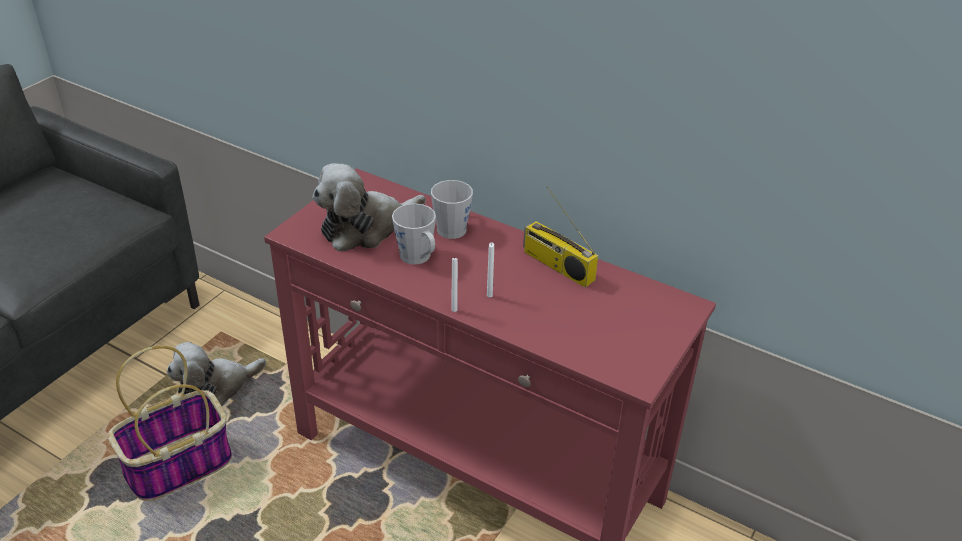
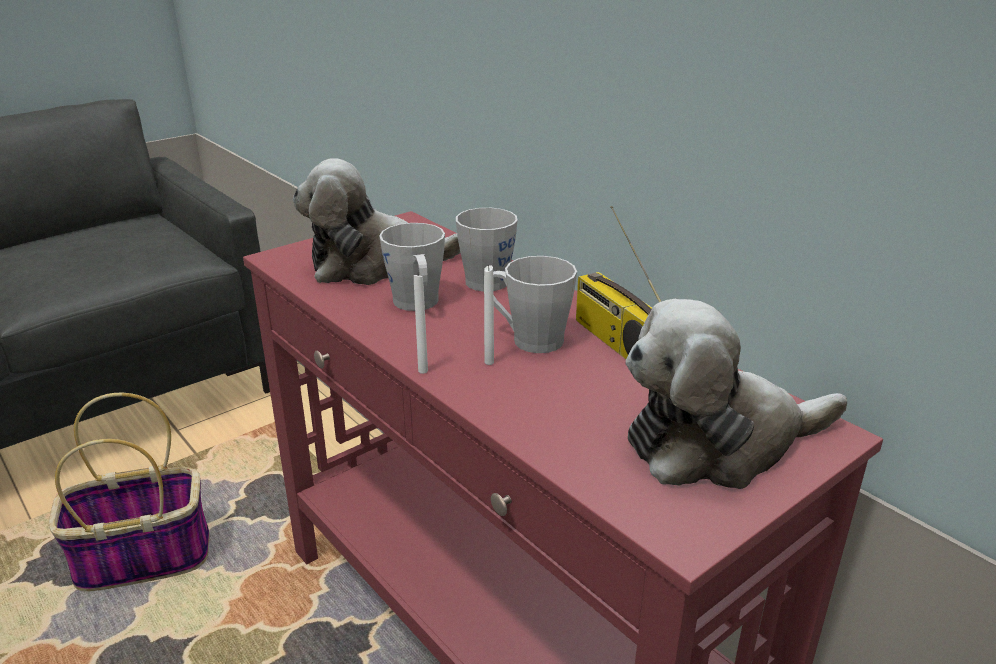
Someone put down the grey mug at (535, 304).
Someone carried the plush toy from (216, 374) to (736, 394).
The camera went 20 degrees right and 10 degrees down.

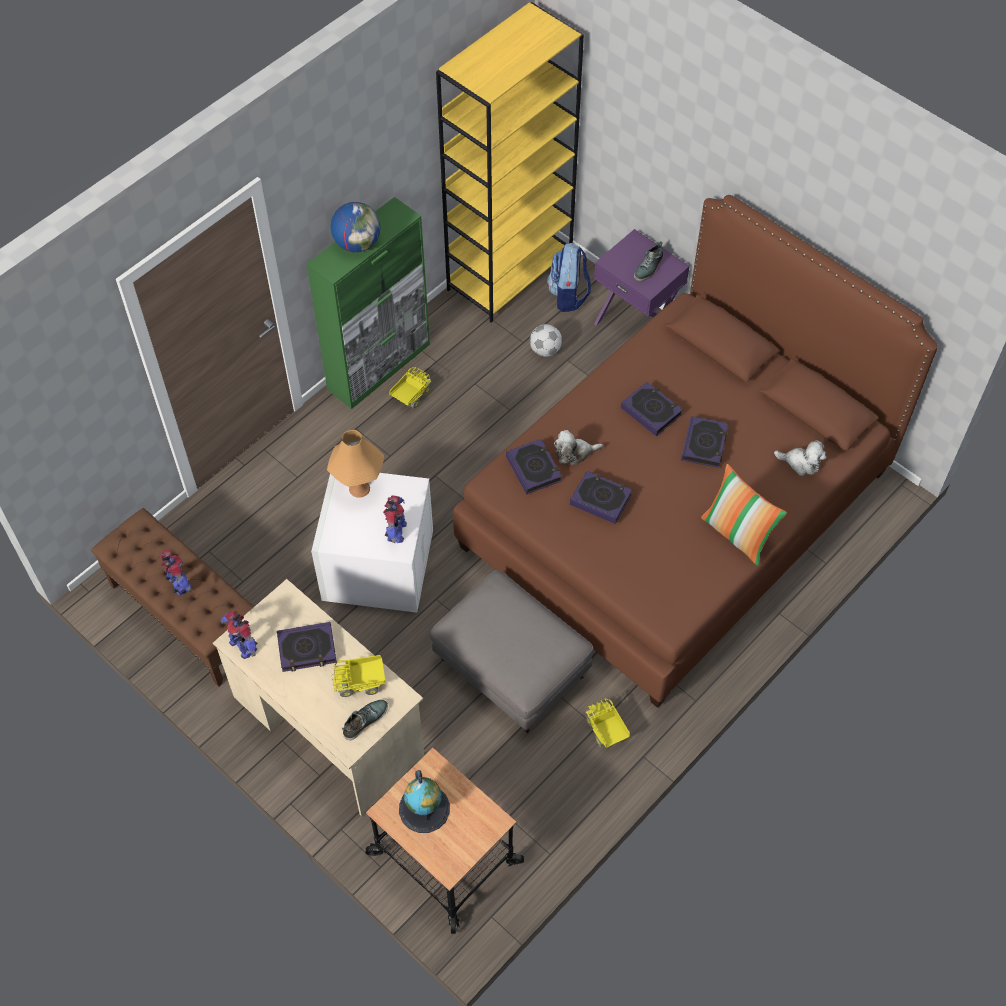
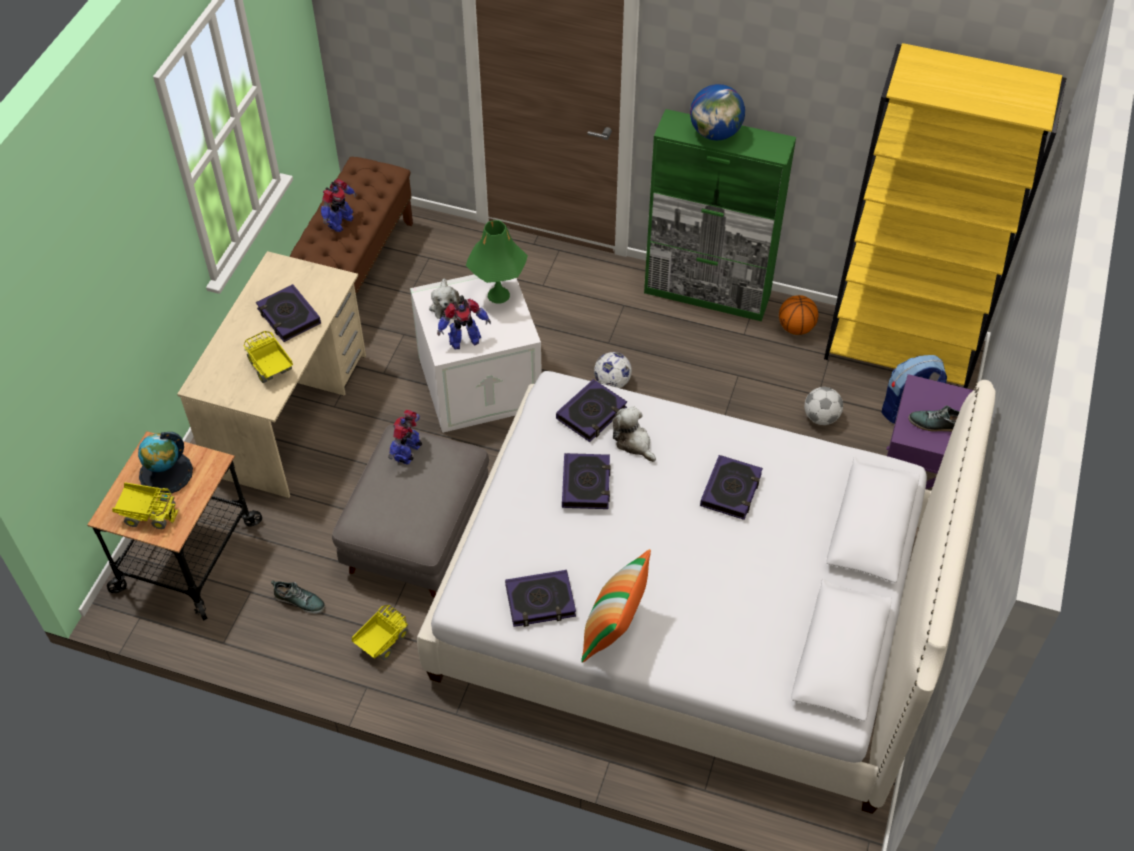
Someone carried the toy truck from (410, 388) to (145, 505).
Someone carried the shoe from (365, 720) to (298, 597).
Someone carried the toy robot from (239, 635) to (405, 437).
Someone repainted the brown bed at (695, 451), which became the white bed at (706, 592).
Someone carried the plush toy from (800, 458) to (446, 298).
Someone repainted the orange table lamp at (355, 464), which became the green table lamp at (497, 262).
Someone carried the book from (704, 442) to (540, 598).
Someone put down the football at (613, 370).
Someone put down the basketball at (799, 315).
The camera went 65 degrees right and 5 degrees down.

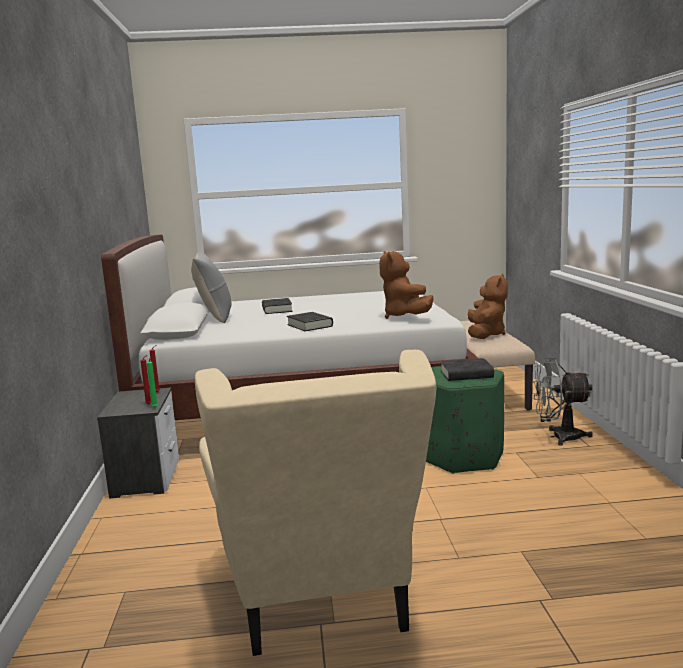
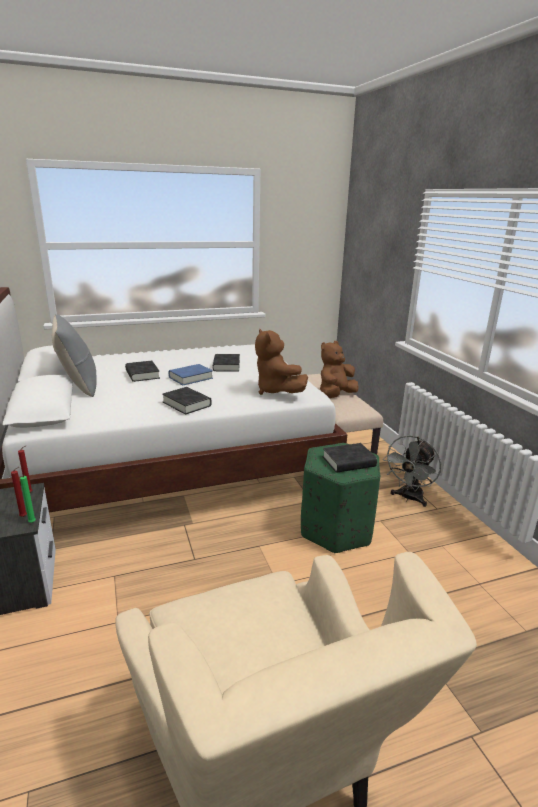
Someone put down the blue book at (191, 374).
Someone put down the black book at (226, 363).
Someone rotated the brown plush toy at (488, 306) by 135 degrees counterclockwise.
Someone rotated the grey fan at (563, 401) by 45 degrees counterclockwise.
The camera went 15 degrees left and 10 degrees up.

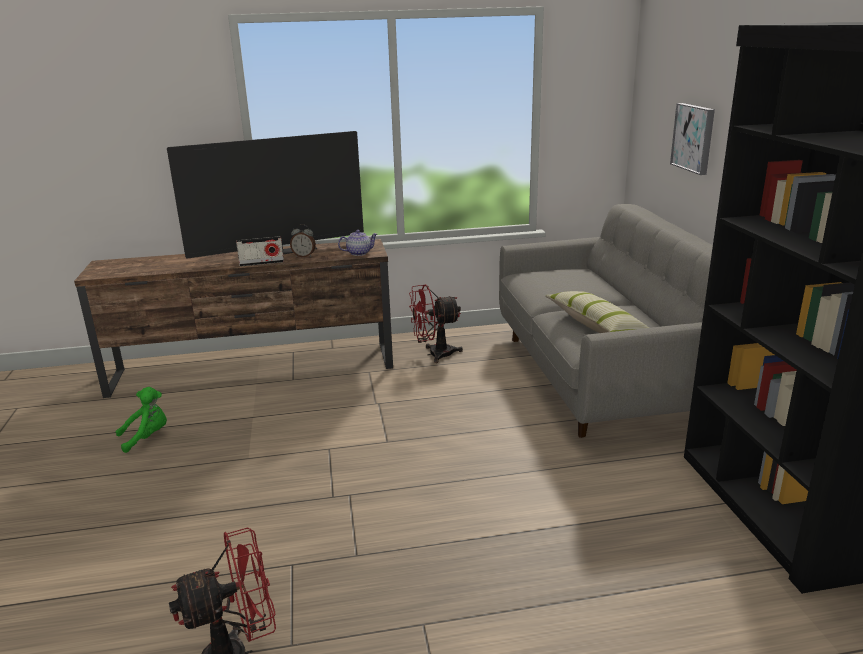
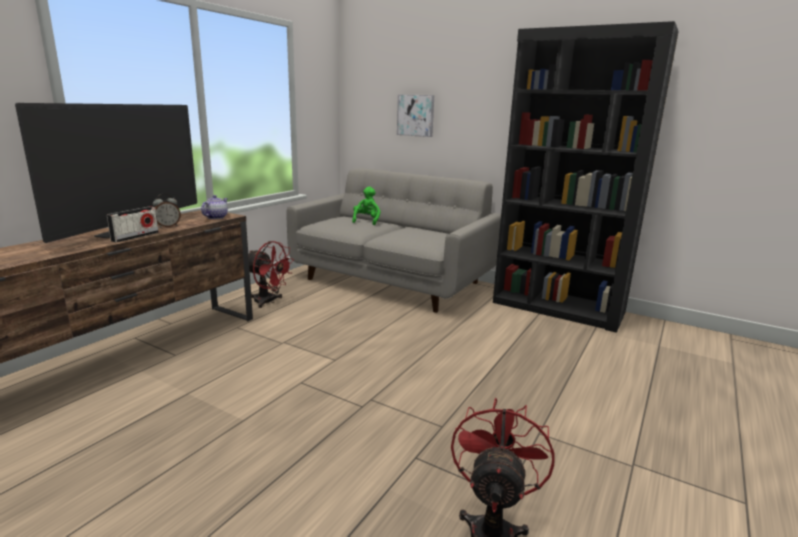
Someone rotated the red fan at (436, 323) by 90 degrees counterclockwise.
Someone carried the green plush toy from (141, 420) to (366, 206).
Someone took away the pillow at (597, 312).
The camera went 50 degrees left and 5 degrees down.

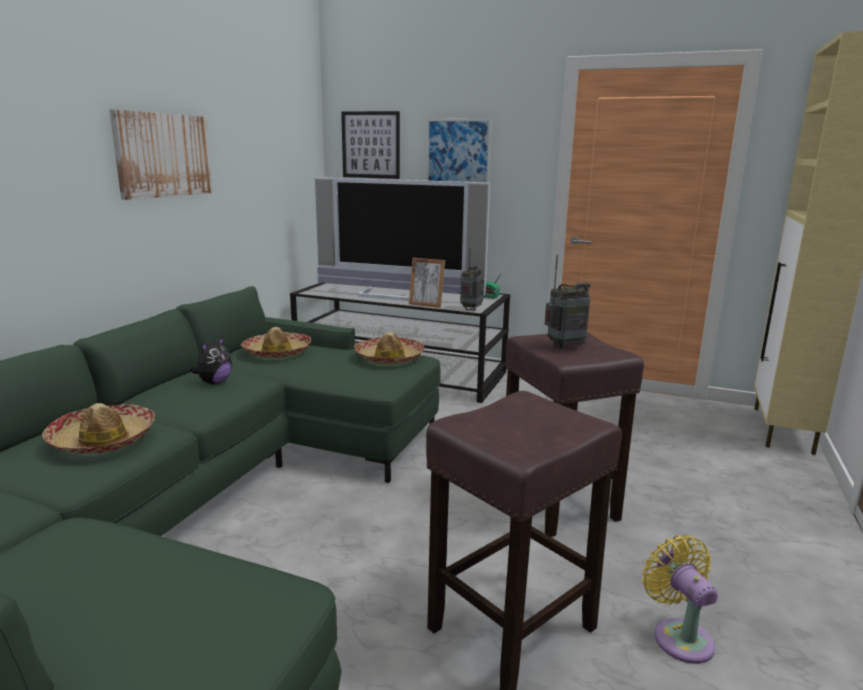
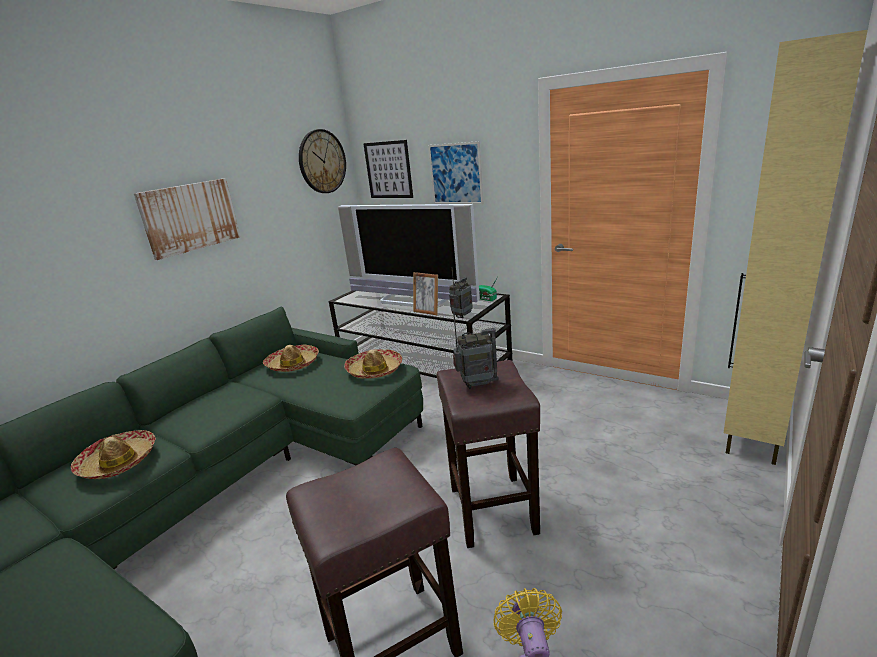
Someone put up the wall clock at (322, 161).
Someone took away the plush toy at (211, 360).
The camera went 15 degrees right and 5 degrees up.

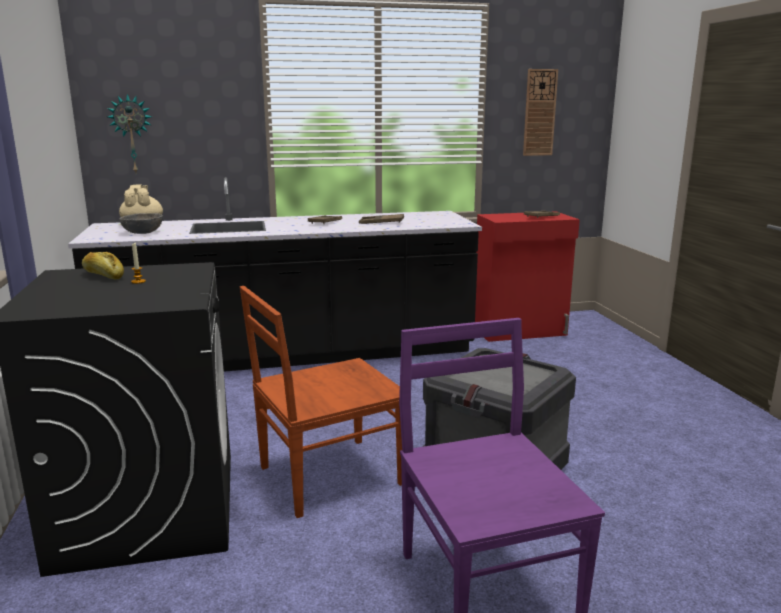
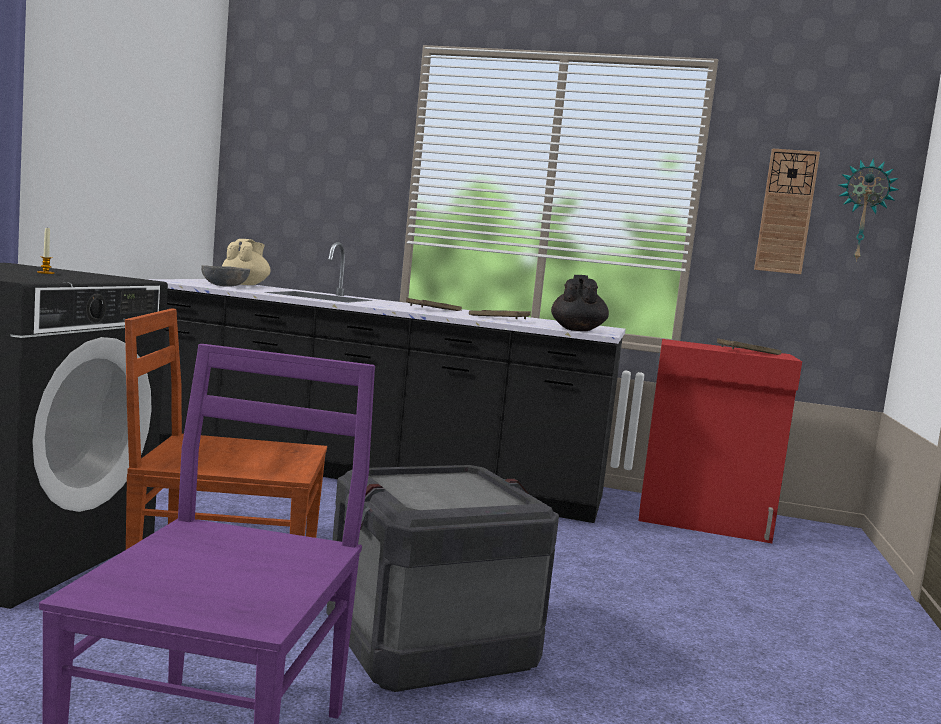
Someone put down the black teapot at (580, 303).
Someone carried the wall clock from (129, 133) to (869, 210).
Someone took away the bread at (103, 265).
The camera went 25 degrees right and 10 degrees down.

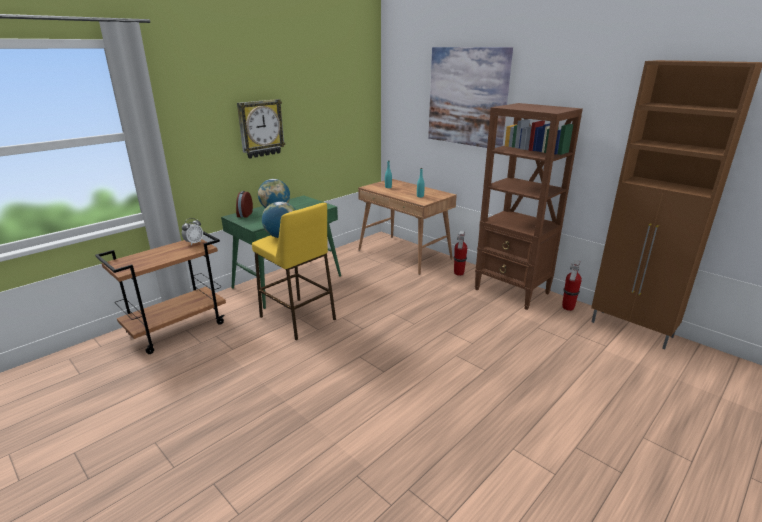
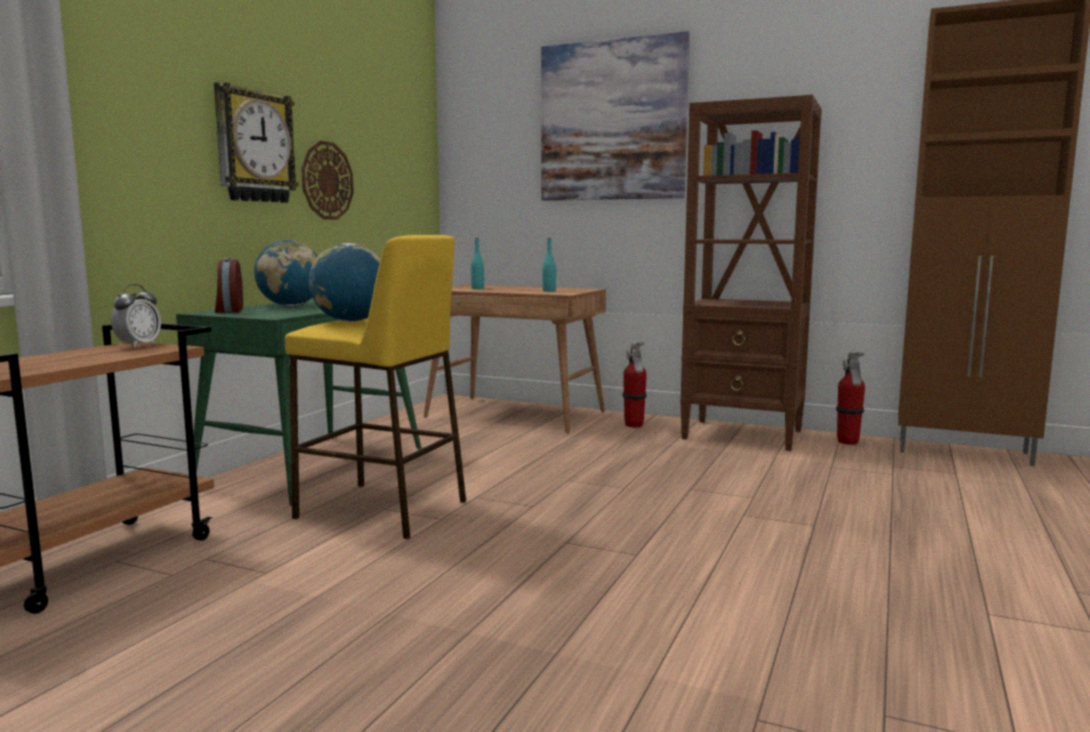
Someone put up the wall clock at (328, 180).
The camera went 20 degrees left and 15 degrees down.

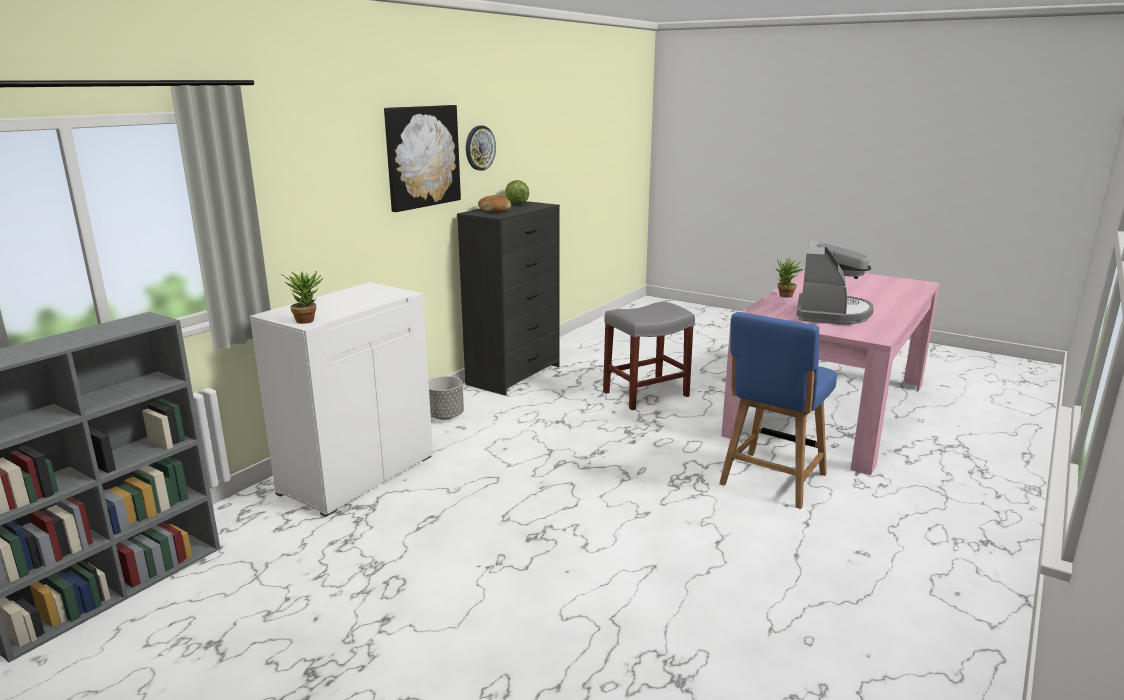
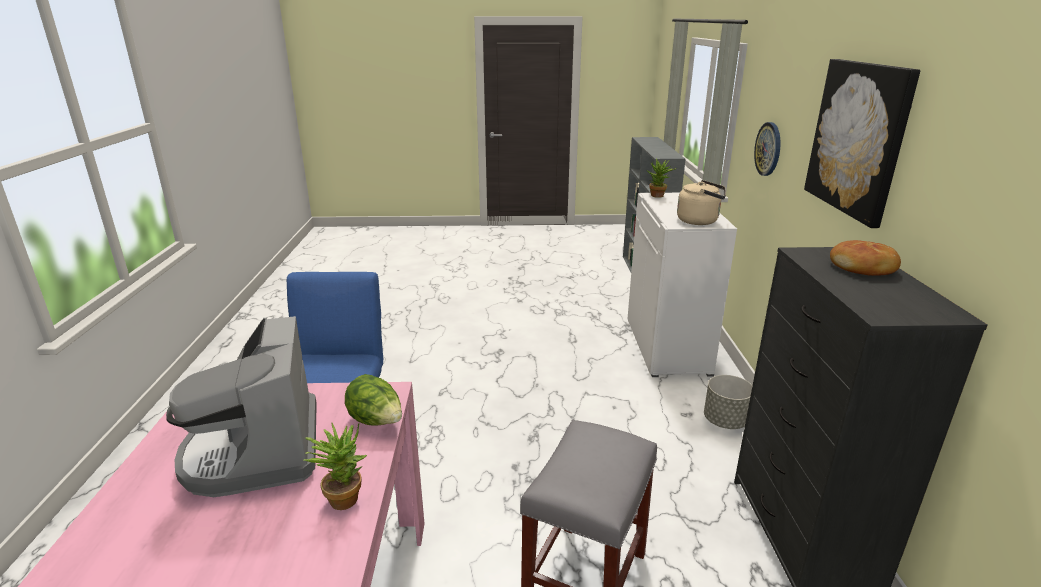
Someone carried the lettuce from (517, 192) to (373, 399).
Someone put down the beige kettle at (701, 202).
Someone carried the wall clock from (481, 148) to (767, 149).
The camera went 145 degrees right and 5 degrees up.

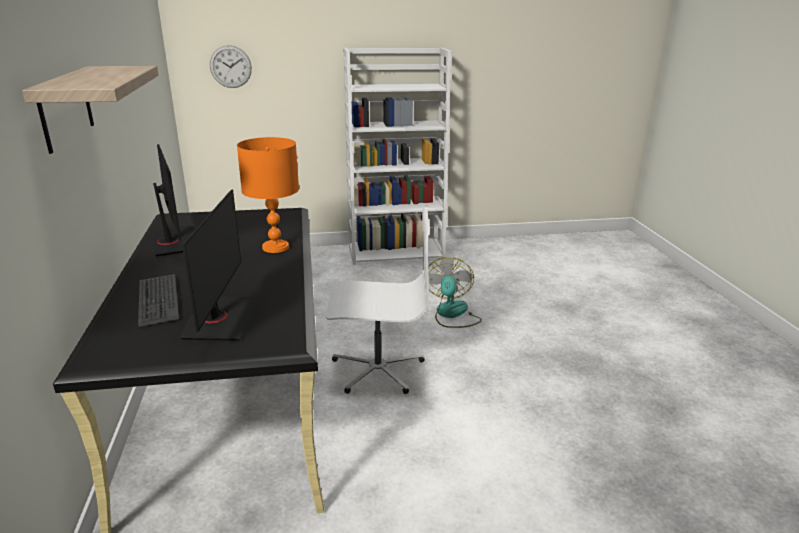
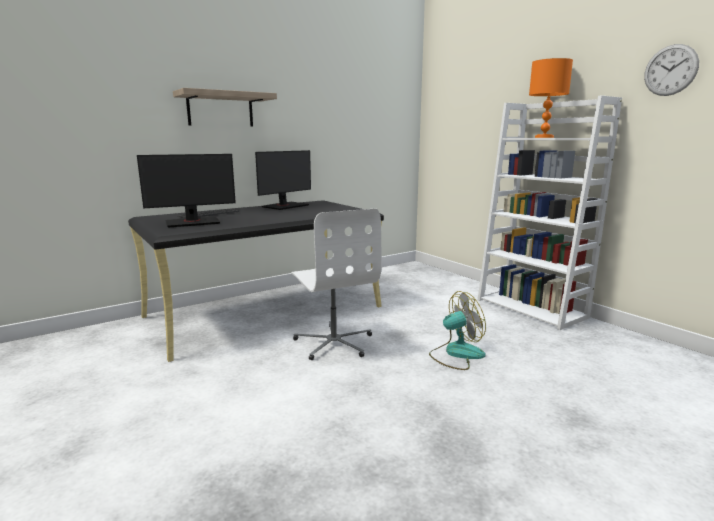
Someone carried the orange table lamp from (268, 195) to (551, 98).
Someone carried the wall clock from (231, 66) to (671, 70).
The camera went 65 degrees right and 10 degrees down.

